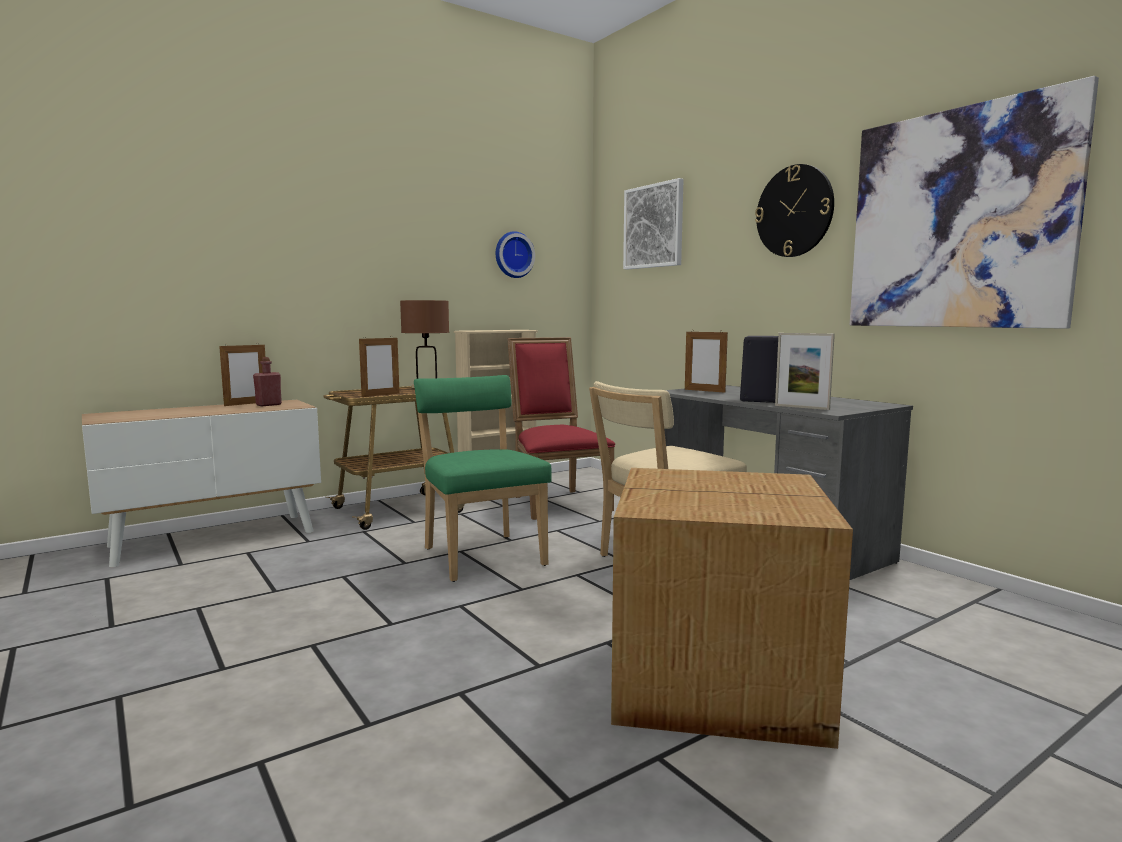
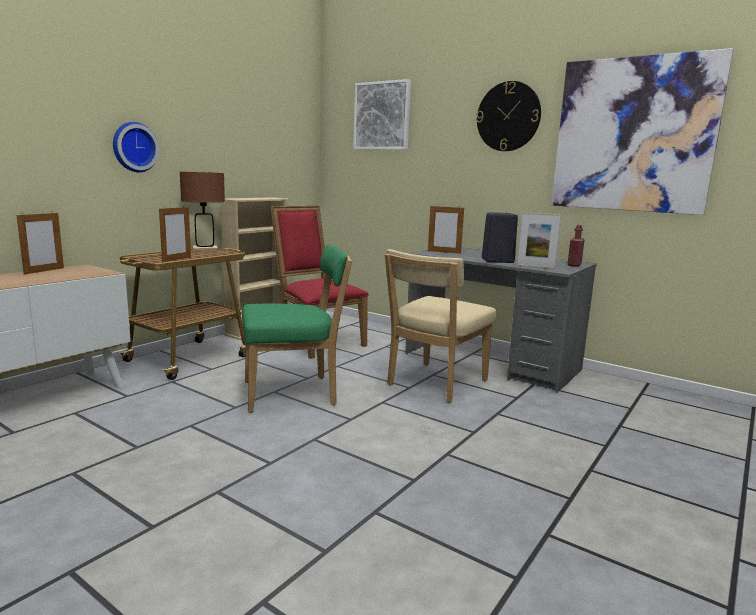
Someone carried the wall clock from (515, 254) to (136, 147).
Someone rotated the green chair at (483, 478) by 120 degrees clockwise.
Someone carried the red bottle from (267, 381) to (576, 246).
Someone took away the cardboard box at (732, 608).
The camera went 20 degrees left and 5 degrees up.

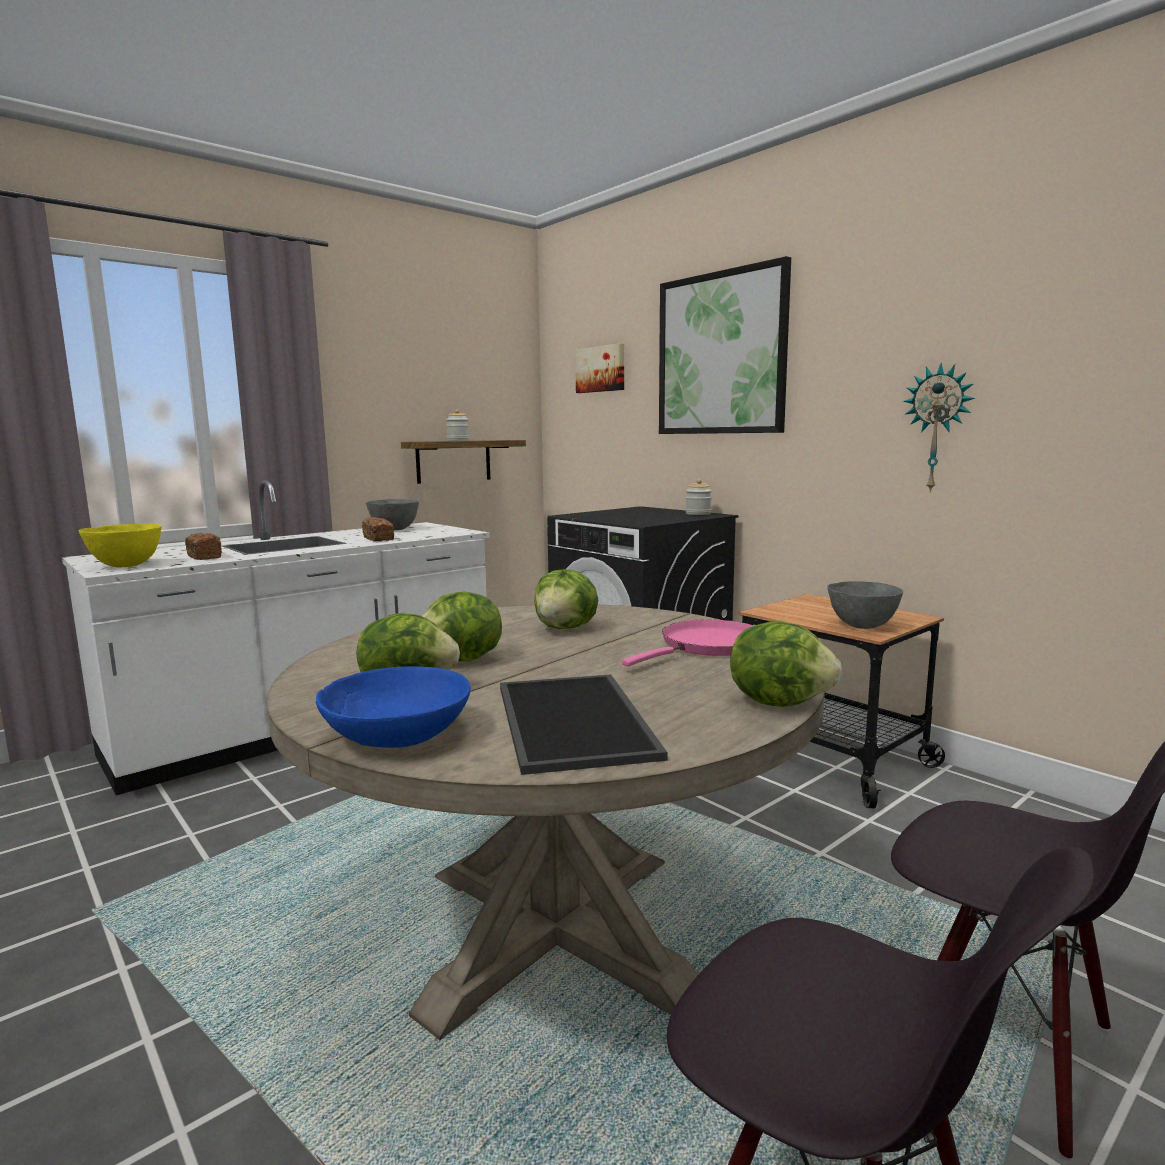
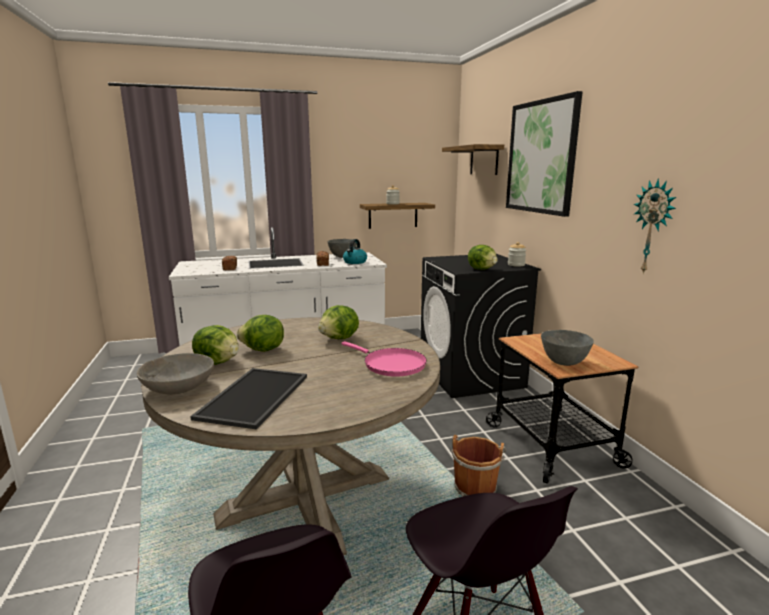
Someone repainted the blue bowl at (393, 707), which became the grey bowl at (175, 373).
Someone rotated the pink frying pan at (688, 642) by 60 degrees clockwise.
Someone put down the kettle at (355, 251).
Someone swapped the picture at (599, 368) for the shelf at (473, 159).
Someone put down the brown bucket at (478, 465).
Someone carried the lettuce from (786, 664) to (483, 257).
Someone took away the yellow bowl at (120, 545).
The camera went 25 degrees right and 5 degrees up.

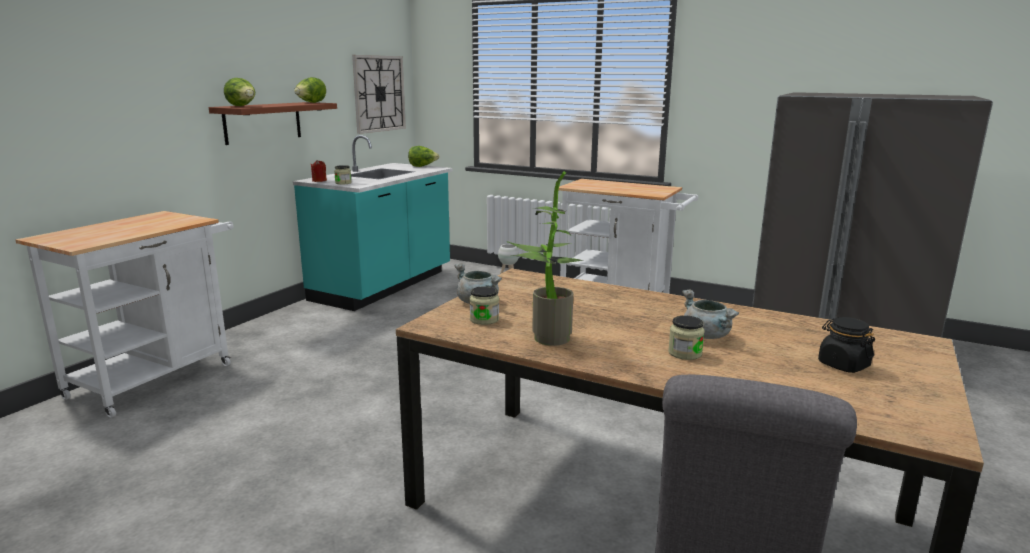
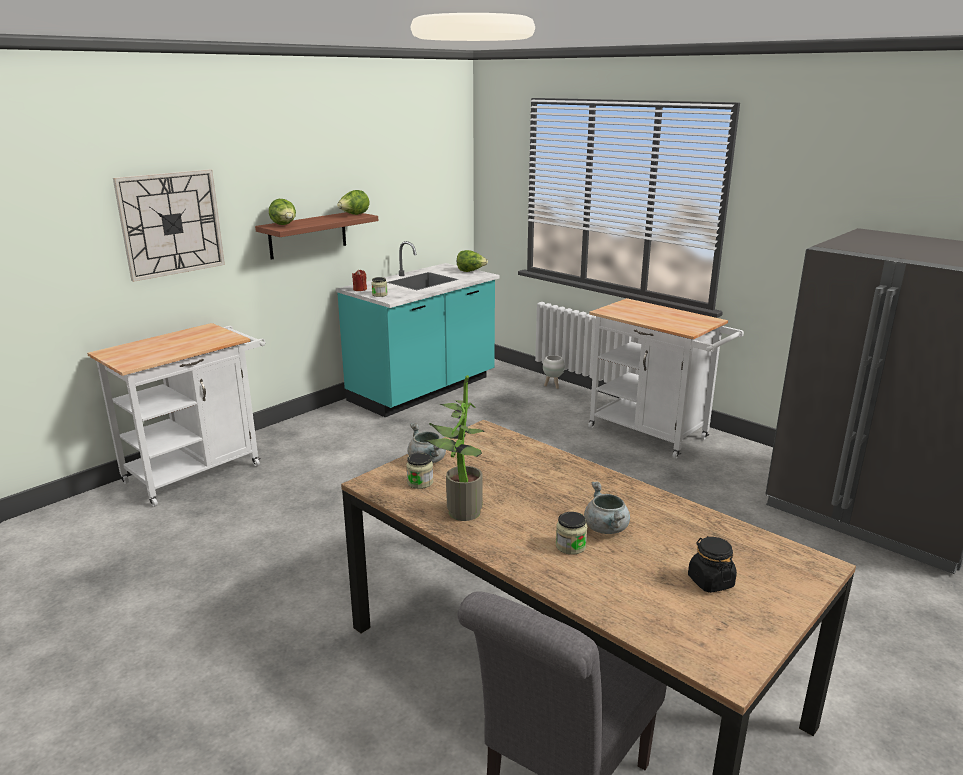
Someone carried the wall clock from (379, 94) to (169, 225).
The camera went 15 degrees right and 5 degrees up.

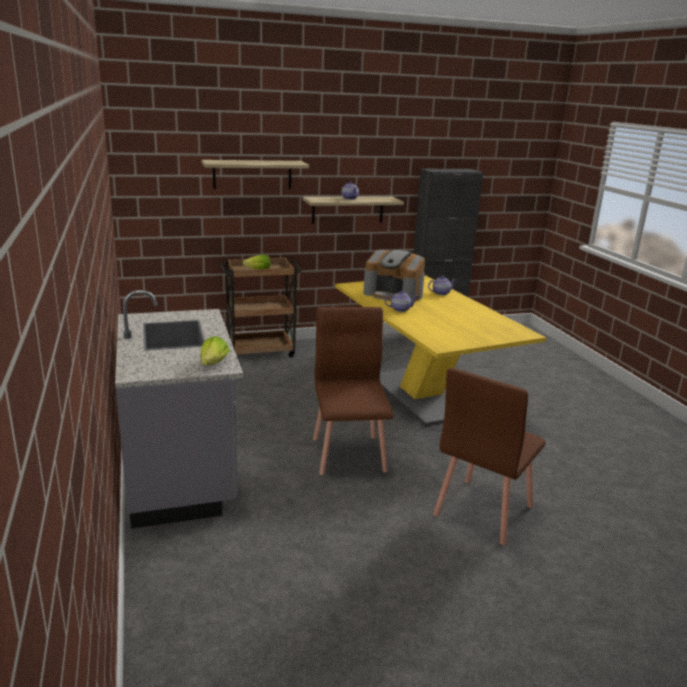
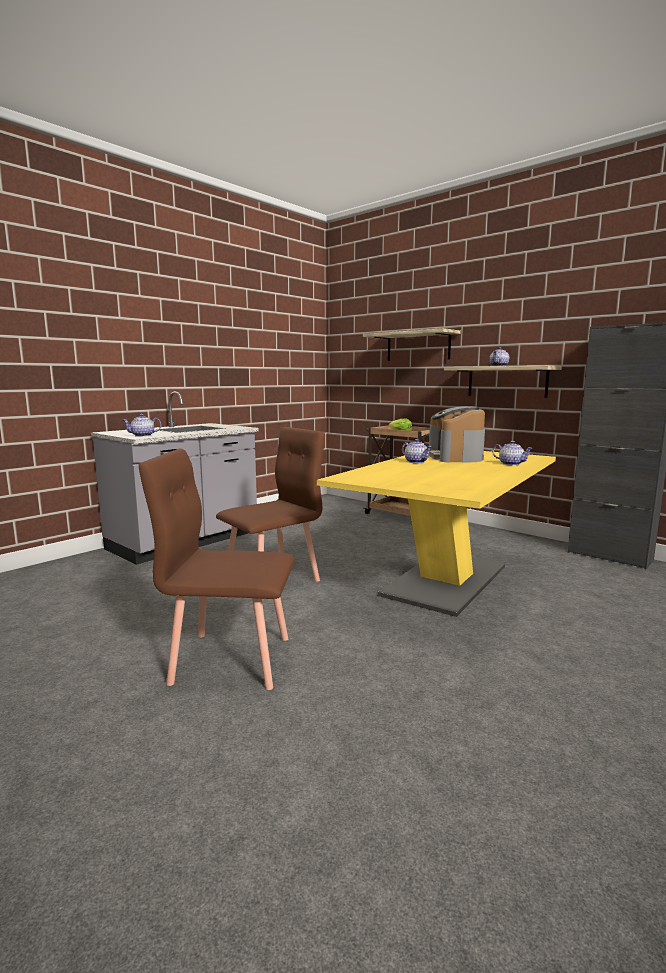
Someone swapped the lettuce at (215, 350) for the teapot at (142, 425).
The camera went 60 degrees right and 10 degrees down.

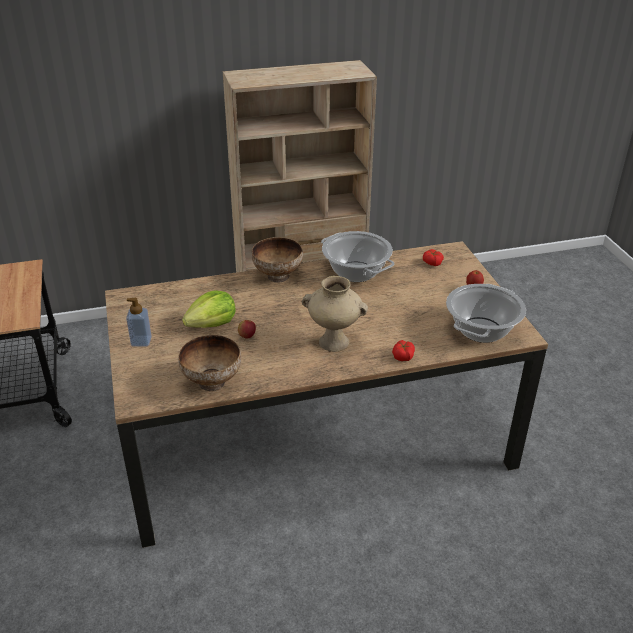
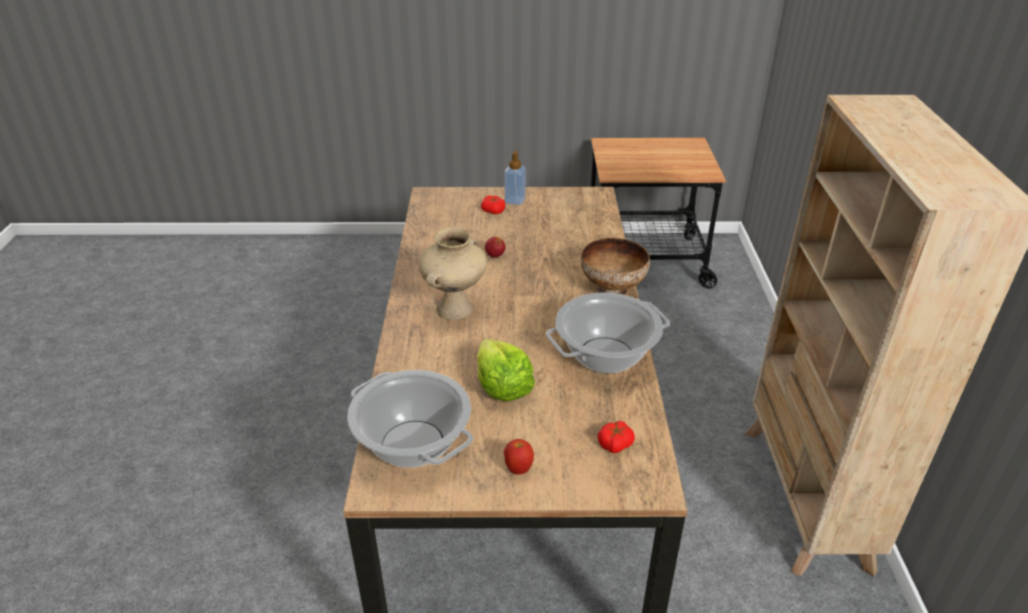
Someone carried the lettuce from (209, 309) to (506, 370).
Someone carried the tomato from (403, 350) to (493, 204).
Someone took away the bowl at (209, 363).
The camera went 105 degrees right and 0 degrees up.

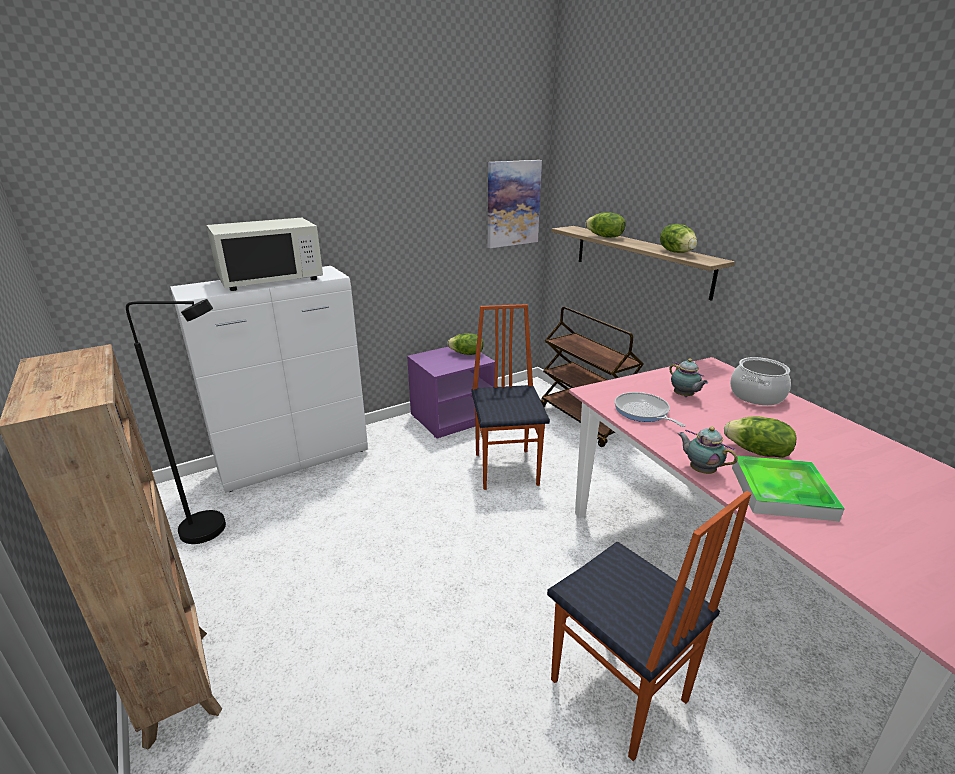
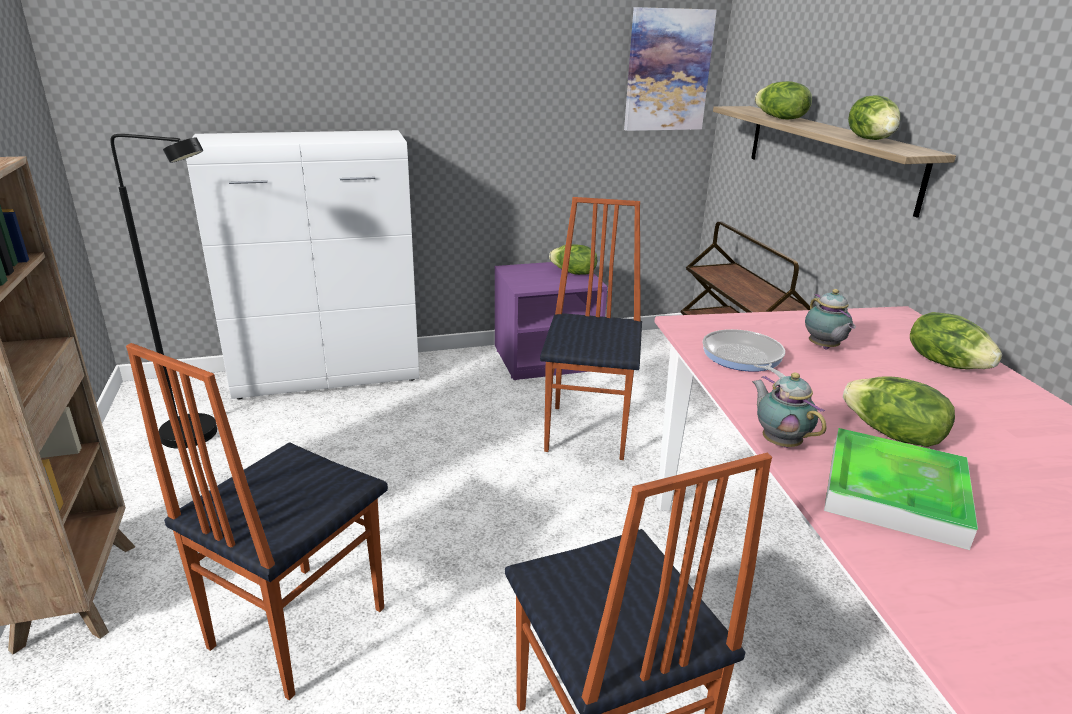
Someone put down the chair at (257, 521).
Someone swapped the cooking pot at (760, 381) for the lettuce at (956, 340).
Someone took away the white microwave at (264, 254).
The camera went 15 degrees right and 0 degrees up.

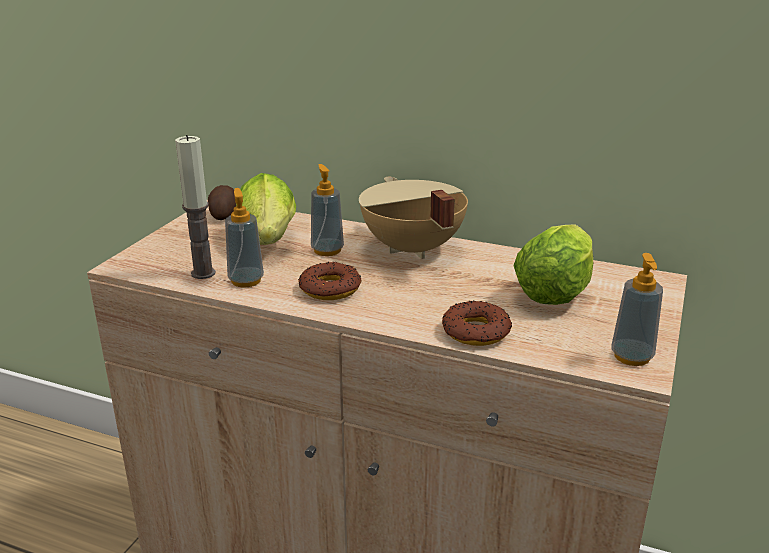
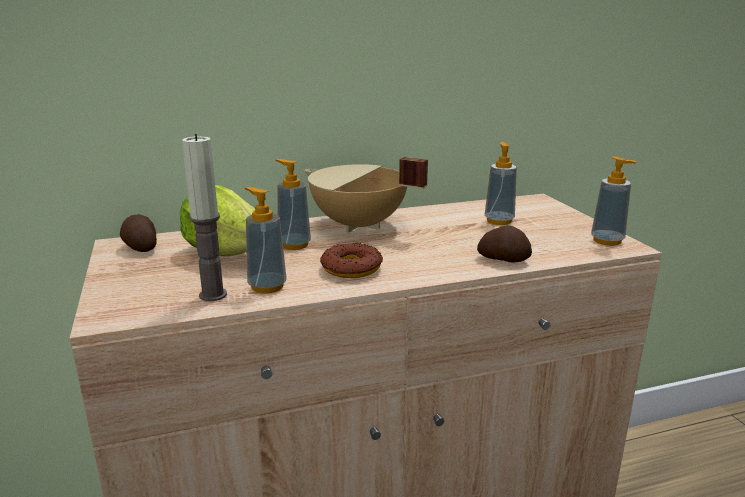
Someone swapped the donut at (477, 323) for the potato at (504, 243).
Someone swapped the lettuce at (553, 264) for the soap dispenser at (501, 183).
The camera went 40 degrees left and 5 degrees down.

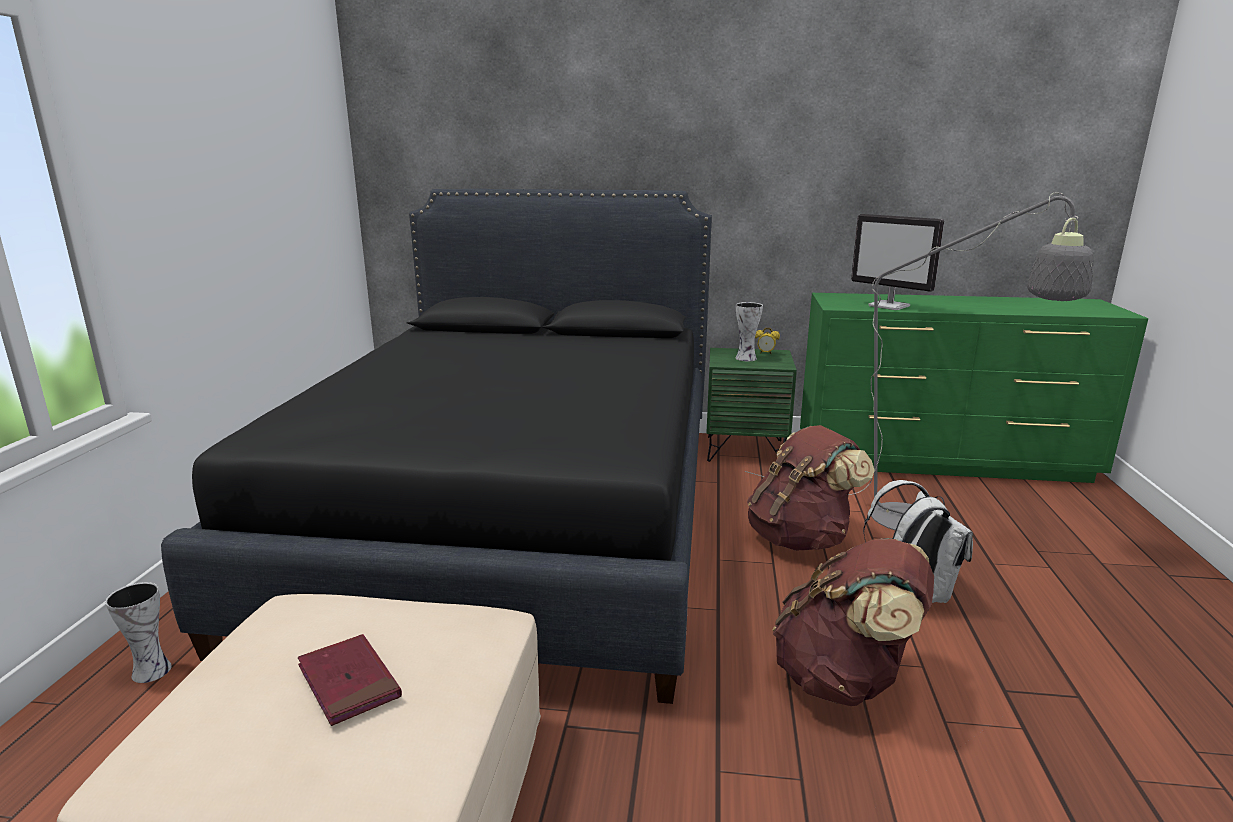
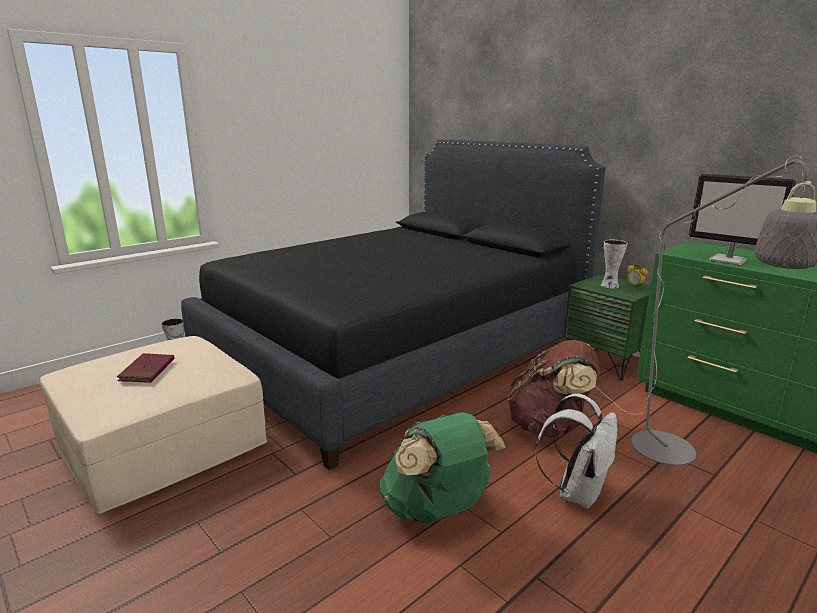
Someone repainted the brown backpack at (853, 622), which became the green backpack at (442, 468).
Someone rotated the monitor at (897, 262) by 45 degrees counterclockwise.
The camera went 40 degrees right and 0 degrees up.

